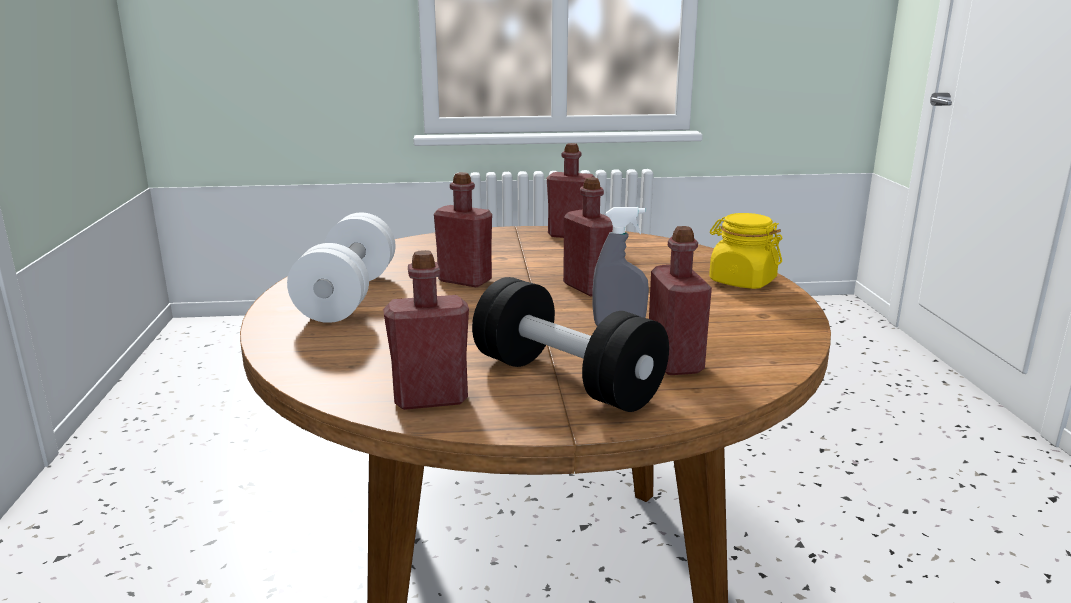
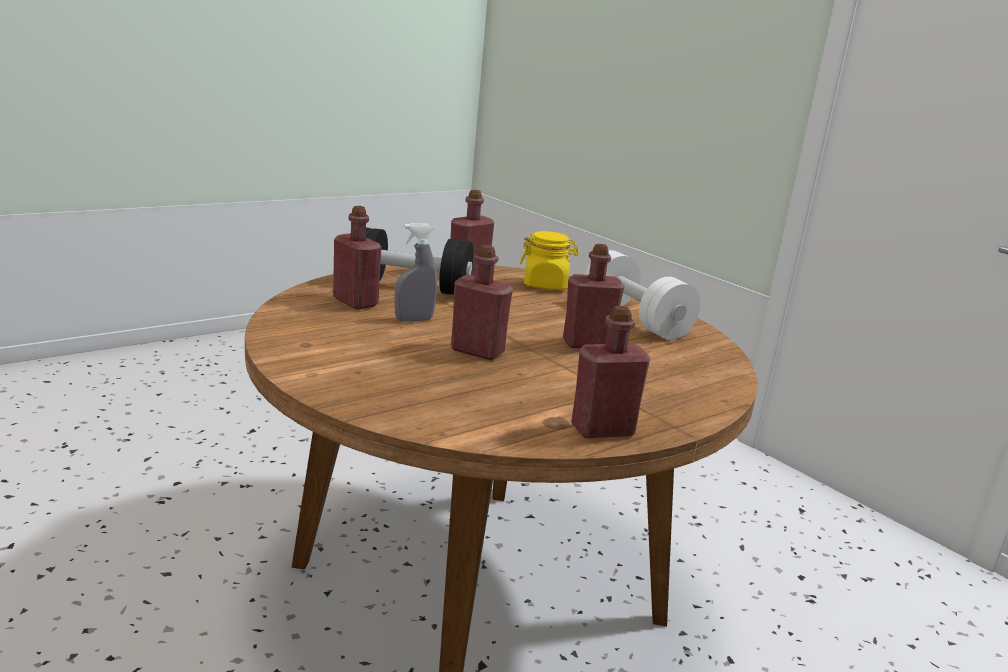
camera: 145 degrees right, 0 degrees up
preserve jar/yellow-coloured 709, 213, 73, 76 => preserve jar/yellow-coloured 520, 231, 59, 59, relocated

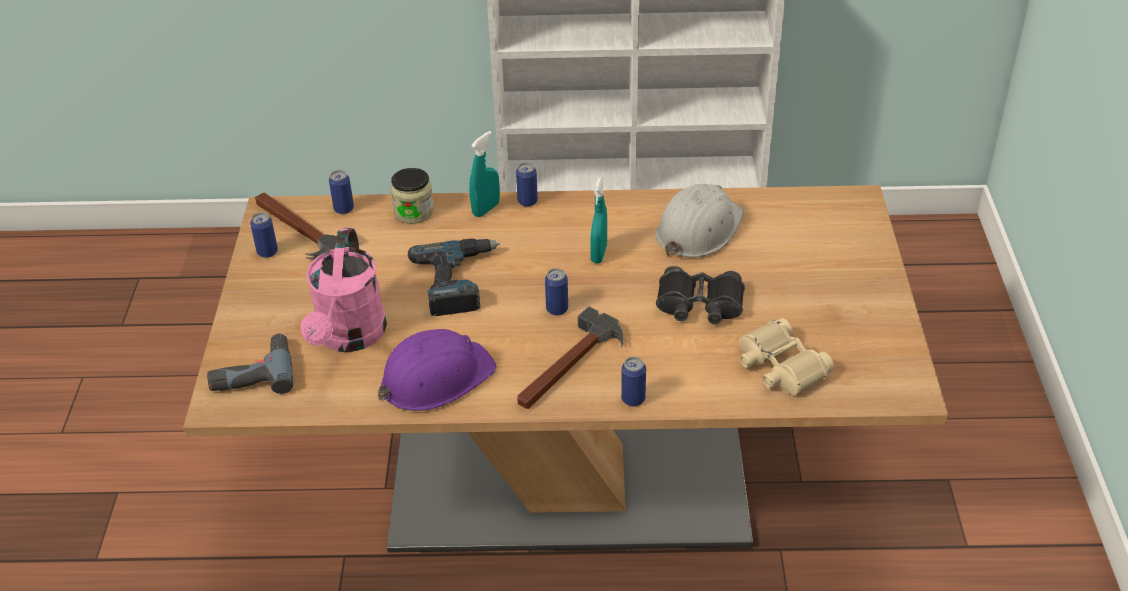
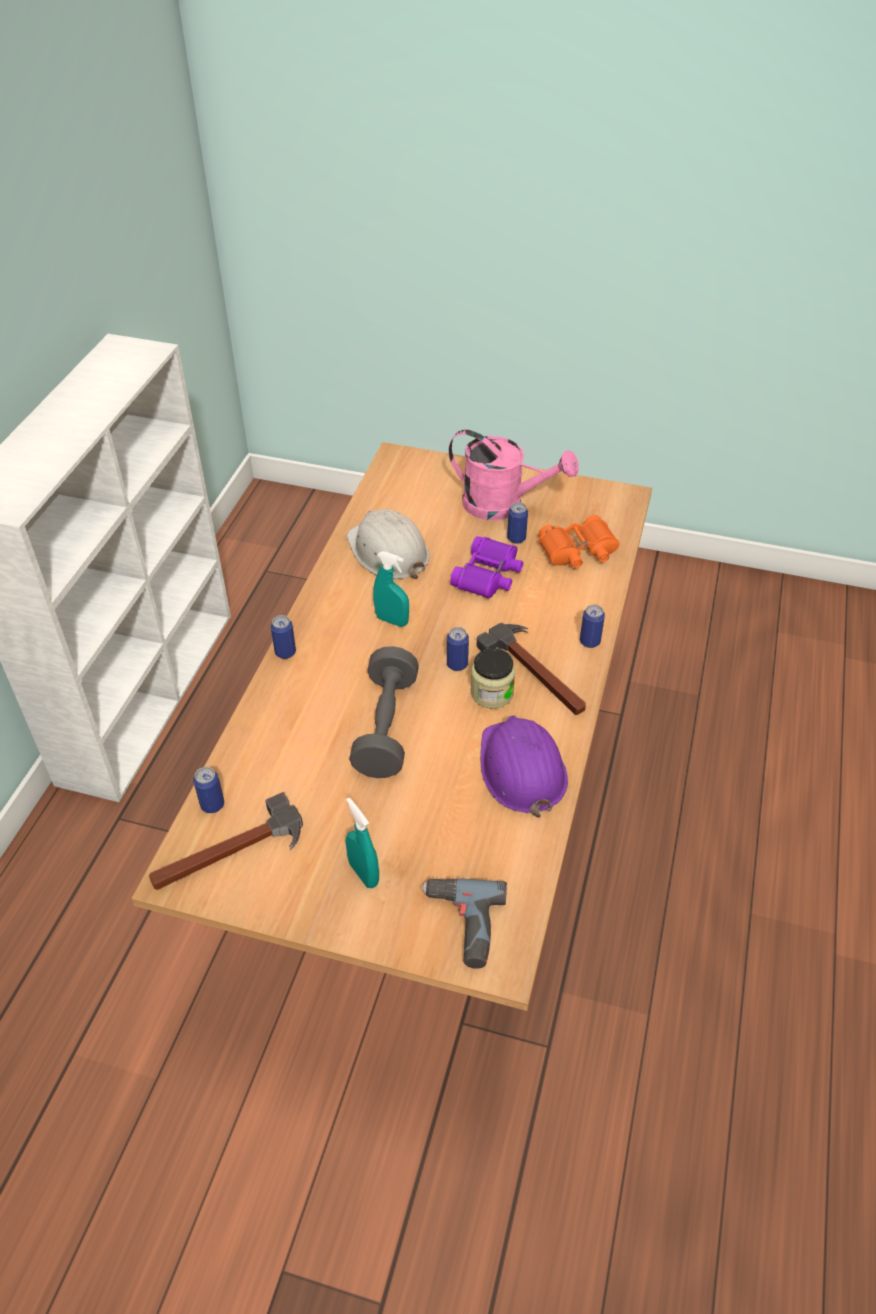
camera: 75 degrees left, 5 degrees up
metal can 250, 212, 28, 46 => metal can 507, 502, 21, 42, relocated
watering pot/pink 300, 228, 87, 124 => watering pot/pink 448, 430, 131, 90, relocated
preserve jar 391, 168, 43, 56 => preserve jar 471, 648, 44, 61, relocated
sprayer/turquoise-coloured 469, 131, 31, 86 => sprayer/turquoise-coloured 346, 797, 33, 91, relocated
power drill 408, 238, 92, 78 => free weight/grey 349, 646, 70, 132
binoculars/black-coloured 656, 266, 89, 58 => binoculars/purple 450, 536, 73, 62
binoculars/beige 739, 318, 95, 77 => binoculars/orange-coloured 538, 515, 82, 53

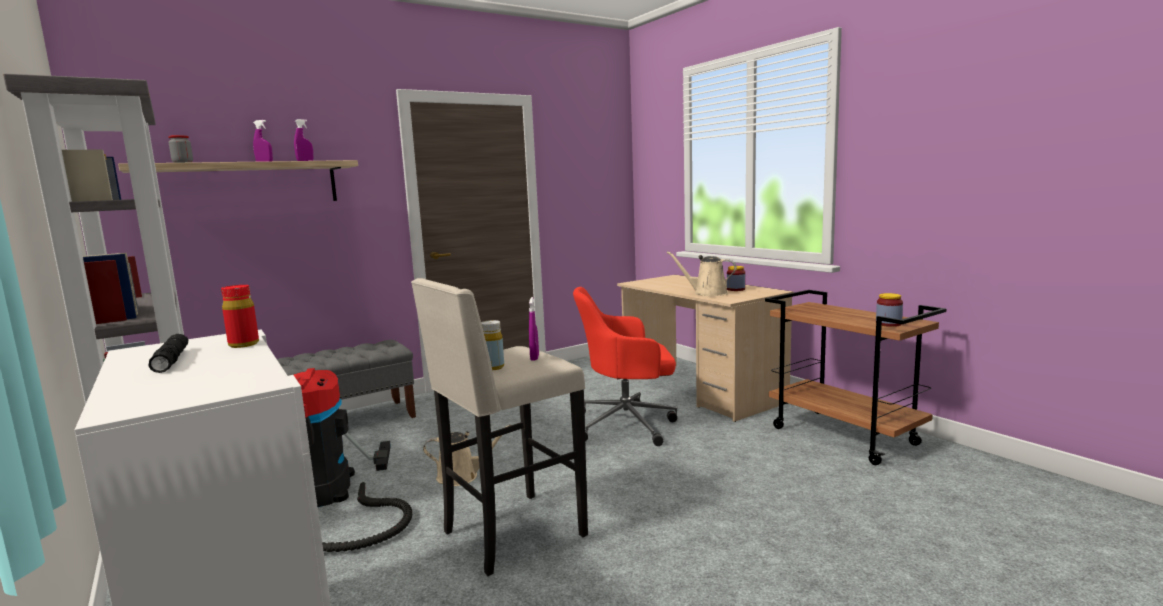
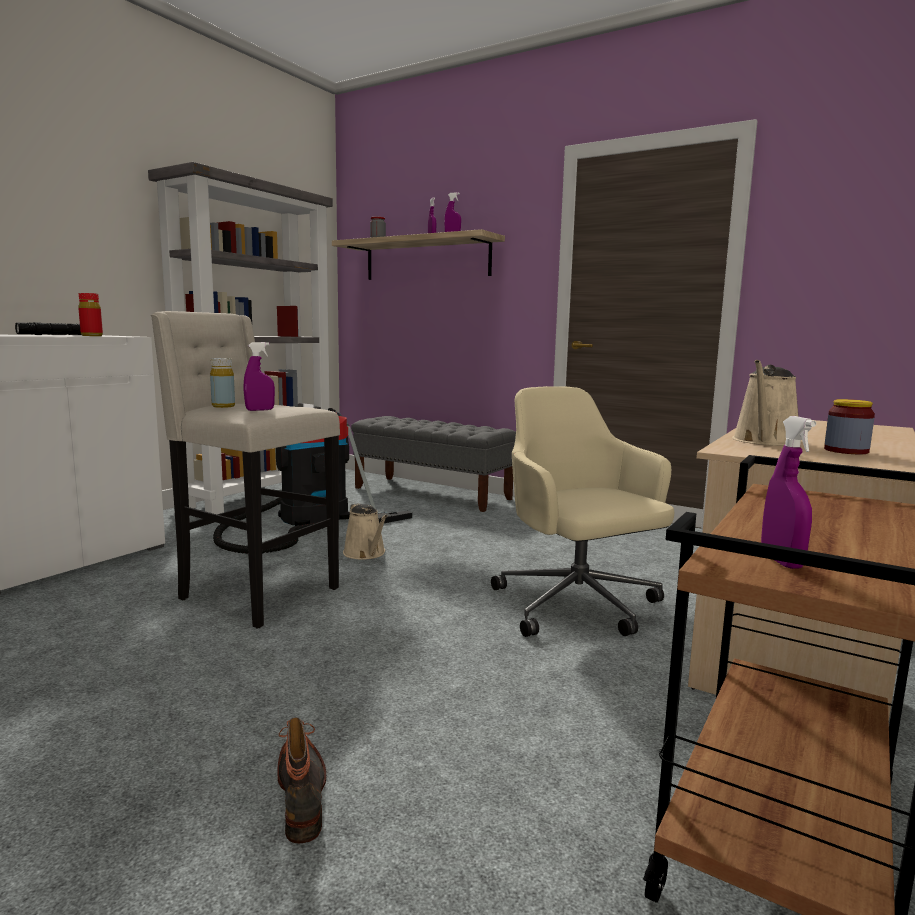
camera: 65 degrees right, 0 degrees up
nothing => tall boot 277, 717, 49, 126
preserve jar 876, 293, 27, 34 => sprayer/purple 761, 416, 55, 153
office chair/reddish 573, 287, 104, 159 => office chair/beige 491, 386, 183, 251
watering pot/beige 667, 251, 70, 45 => watering pot/beige 732, 360, 71, 86, 150 degrees counterclockwise

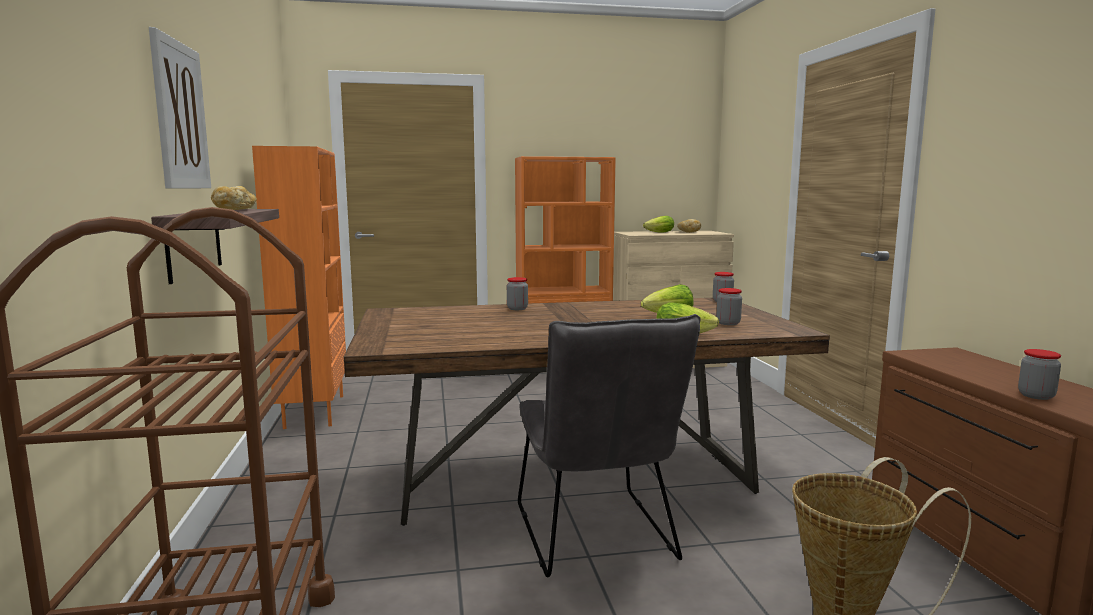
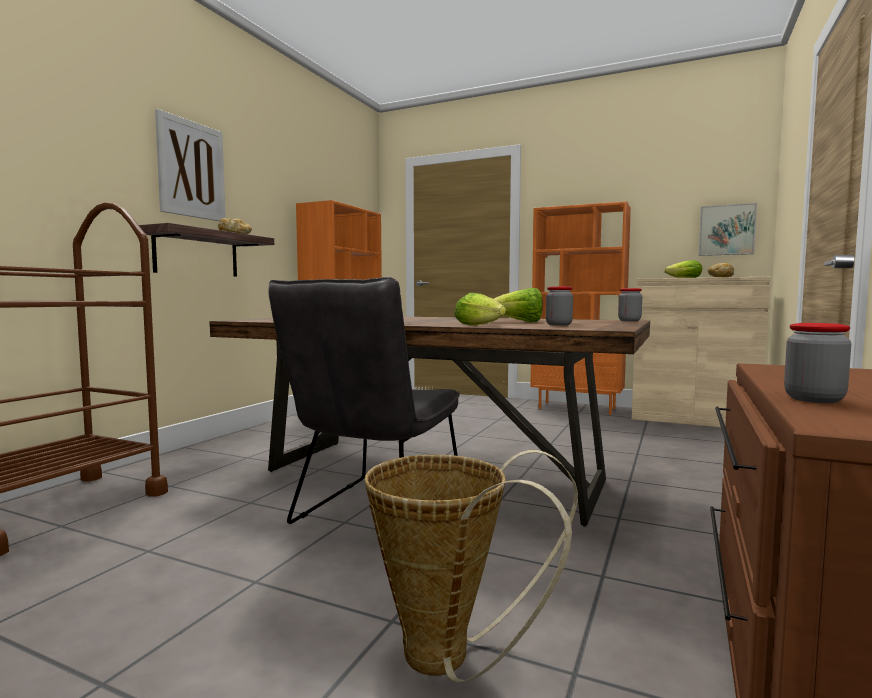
camera: 35 degrees right, 5 degrees down
preserve jar 507, 277, 21, 33 => nothing
nothing => picture 699, 203, 58, 53

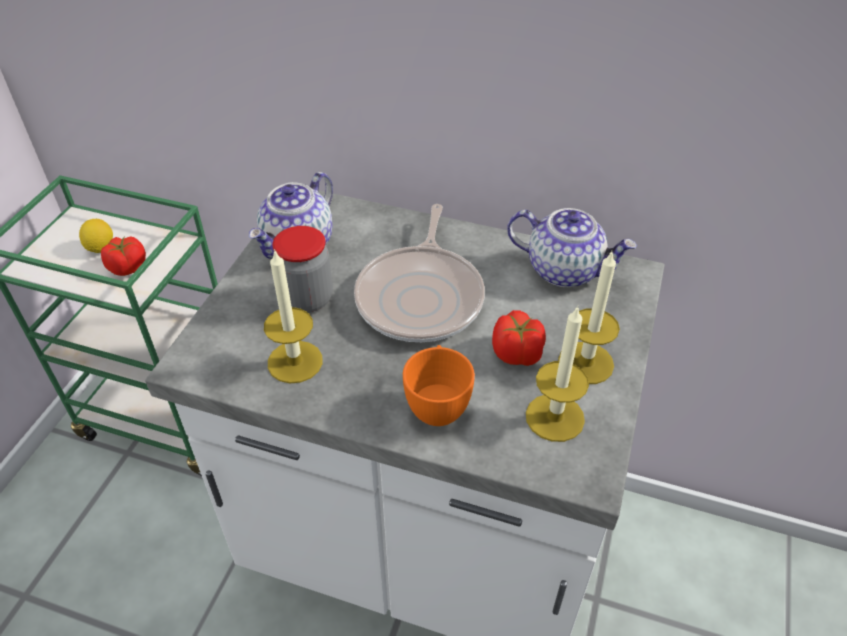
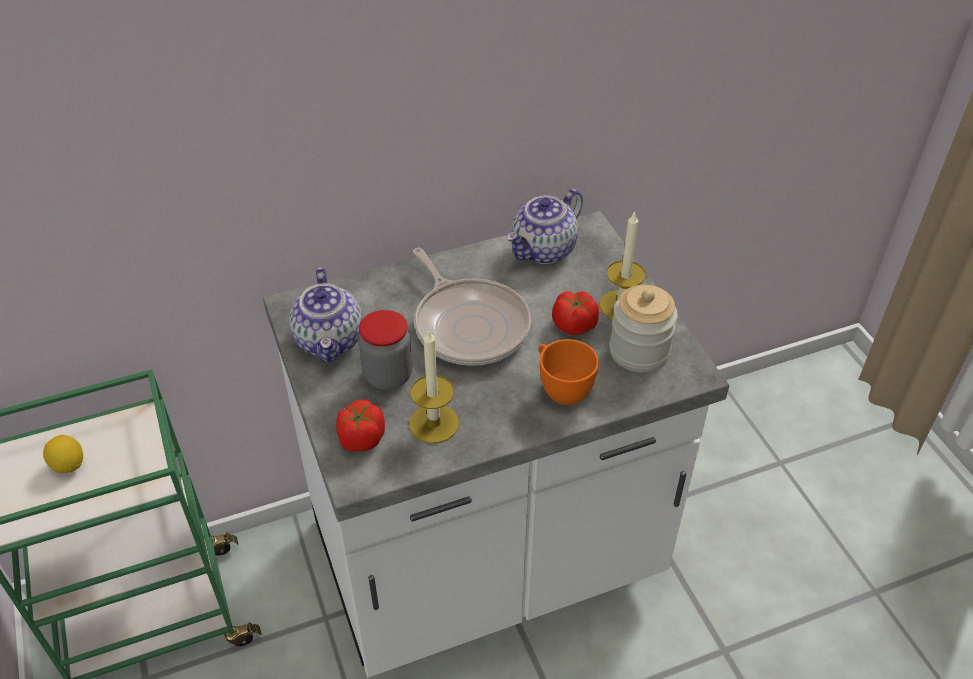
camera: 40 degrees left, 0 degrees up
whole tomato 101, 236, 45, 40 => whole tomato 336, 399, 49, 53, relocated
candle 526, 306, 63, 136 => preserve jar 609, 285, 69, 87
tea pot 507, 208, 130, 79 => tea pot 506, 189, 77, 75, 150 degrees clockwise

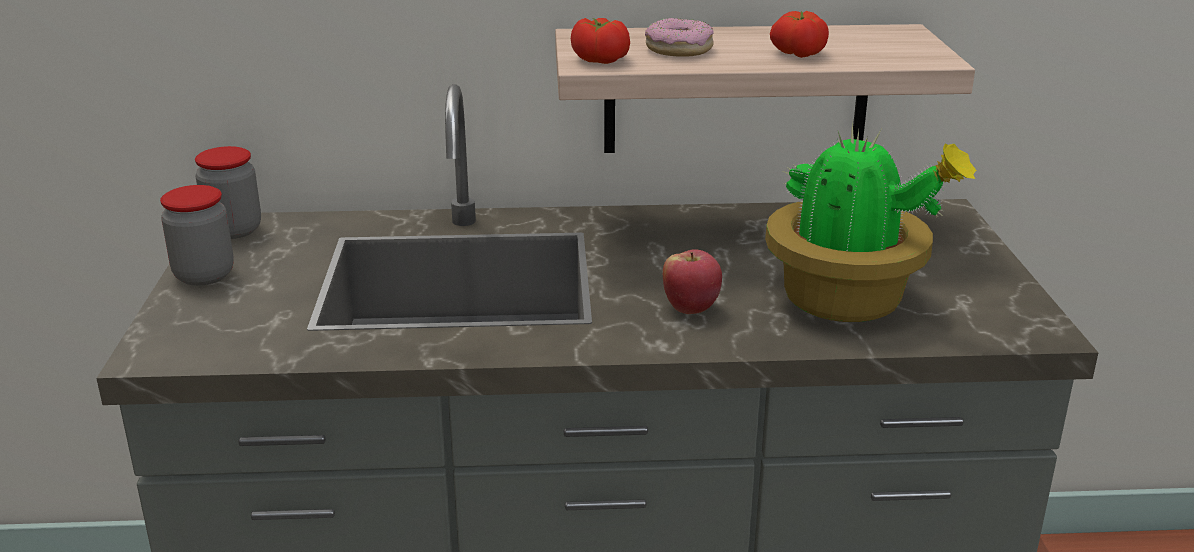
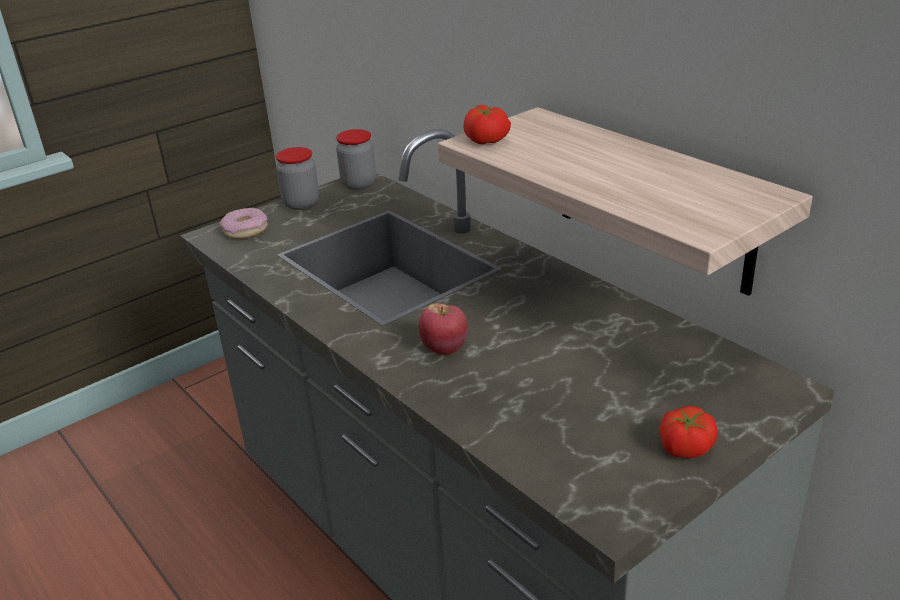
camera: 55 degrees right, 5 degrees up
plant in a pot 765, 121, 211, 201 => nothing
ring doughnut 645, 18, 69, 39 => ring doughnut 220, 208, 48, 31, relocated
whole tomato 770, 11, 59, 47 => whole tomato 660, 406, 58, 52, relocated

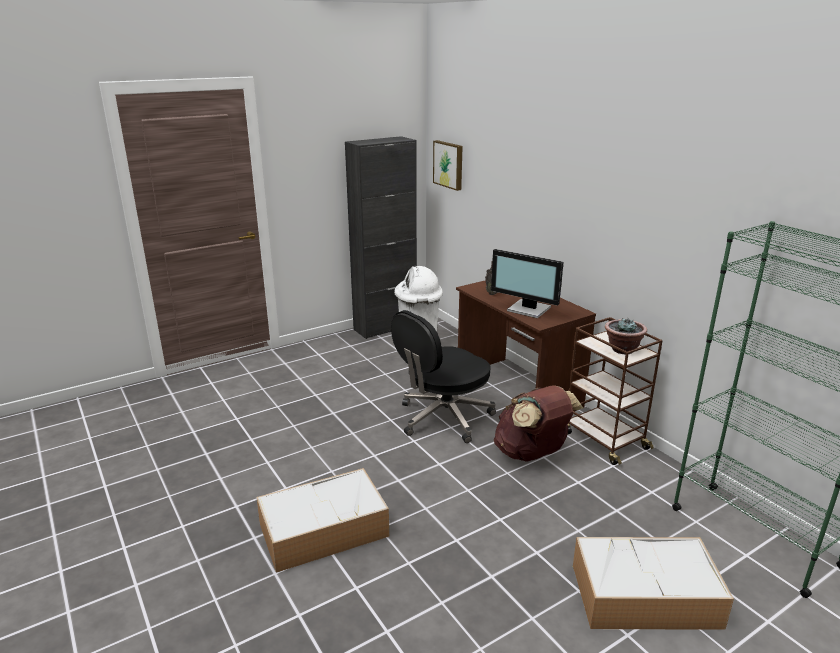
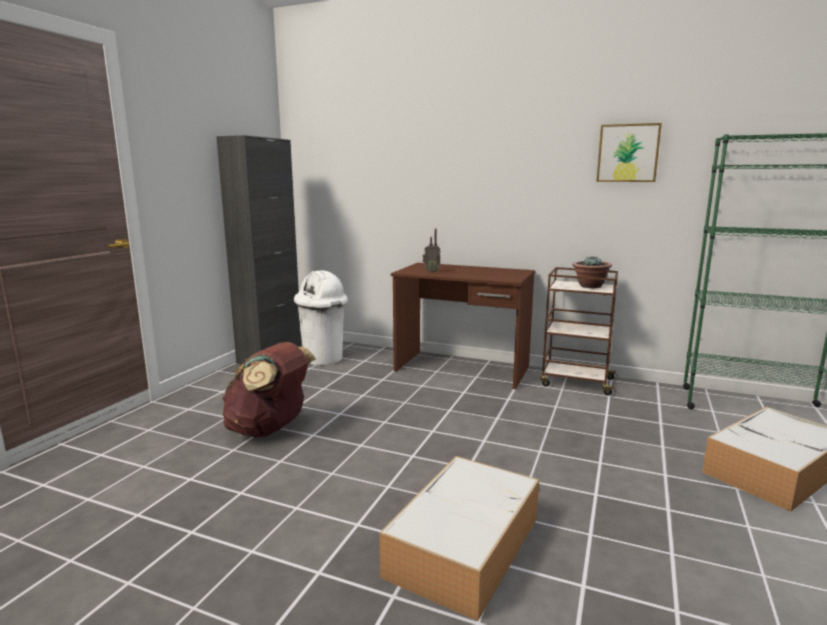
camera: 35 degrees left, 10 degrees down
office chair/black-coloured 391, 310, 105, 133 => nothing
monitor 491, 249, 73, 69 => nothing
picture 433, 140, 30, 51 => picture 596, 123, 66, 59, relocated
backpack/brown-coloured 494, 385, 89, 76 => backpack/brown-coloured 222, 342, 94, 95, relocated

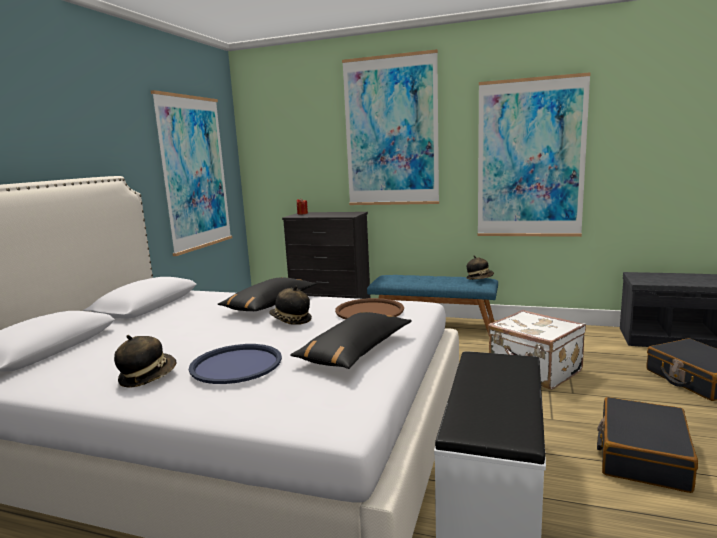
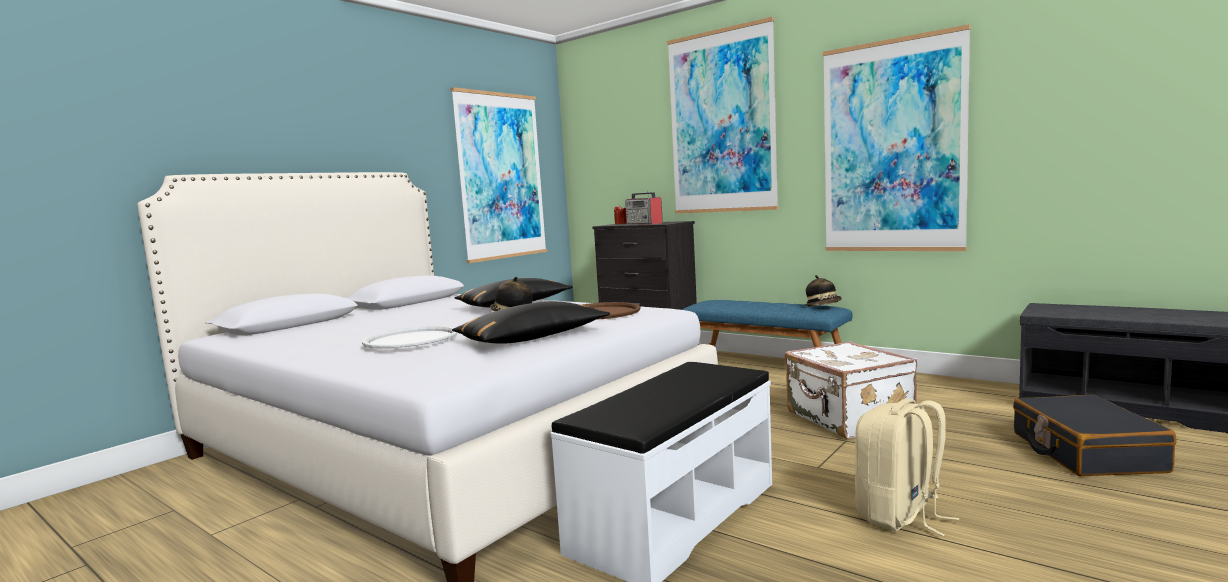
camera: 20 degrees right, 5 degrees down
clothing hat 114, 335, 63, 53 => nothing
nothing => radio receiver 625, 191, 38, 33
piece of luggage/black-coloured 597, 397, 101, 96 => backpack/beige 855, 399, 104, 137
serving tray/bluish 189, 344, 93, 40 => serving tray/whitish 362, 326, 95, 23

